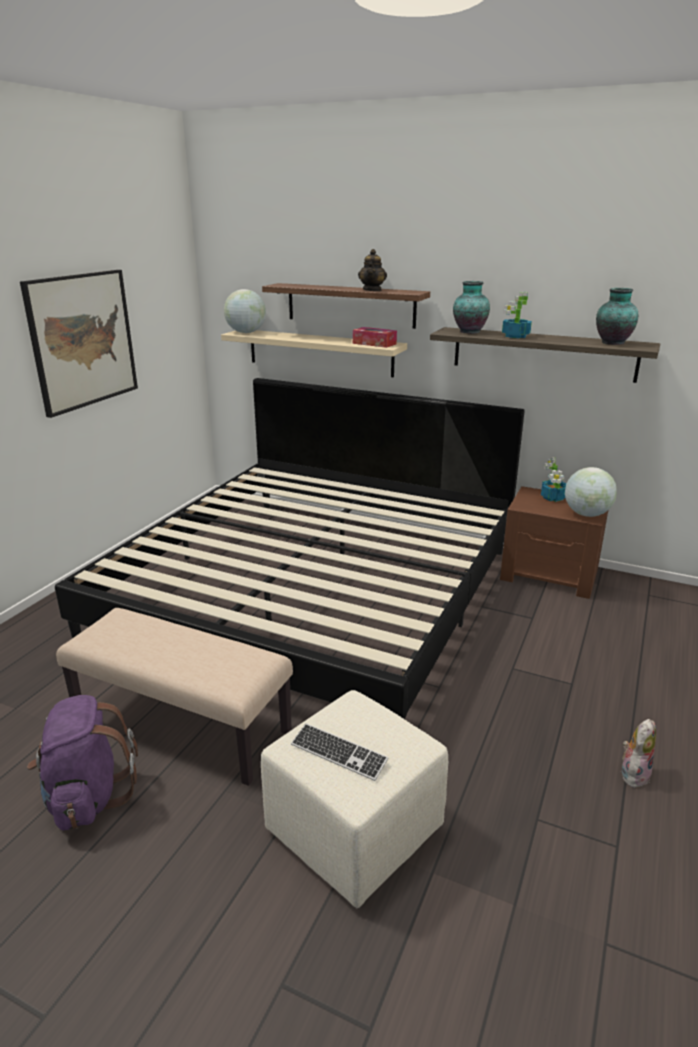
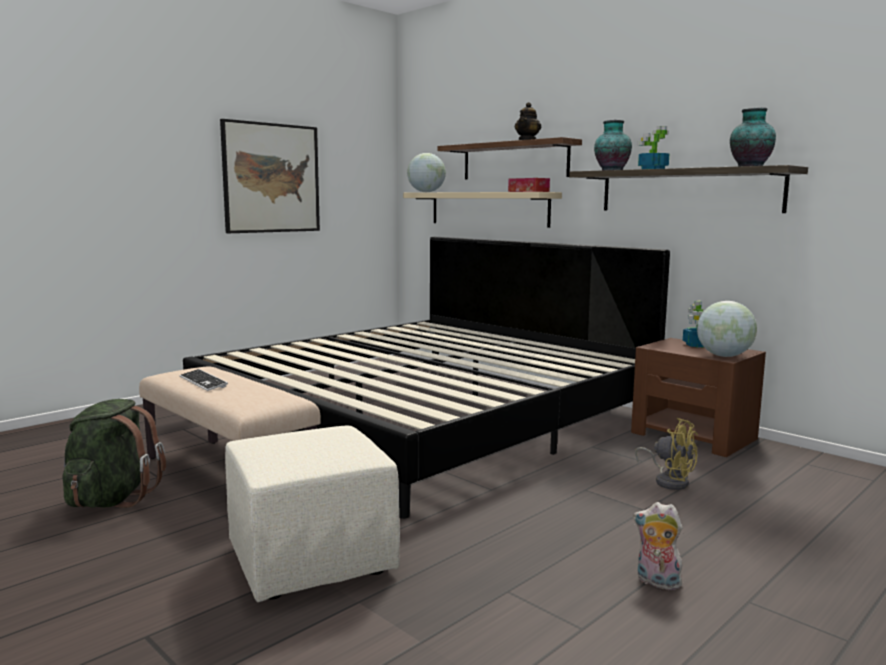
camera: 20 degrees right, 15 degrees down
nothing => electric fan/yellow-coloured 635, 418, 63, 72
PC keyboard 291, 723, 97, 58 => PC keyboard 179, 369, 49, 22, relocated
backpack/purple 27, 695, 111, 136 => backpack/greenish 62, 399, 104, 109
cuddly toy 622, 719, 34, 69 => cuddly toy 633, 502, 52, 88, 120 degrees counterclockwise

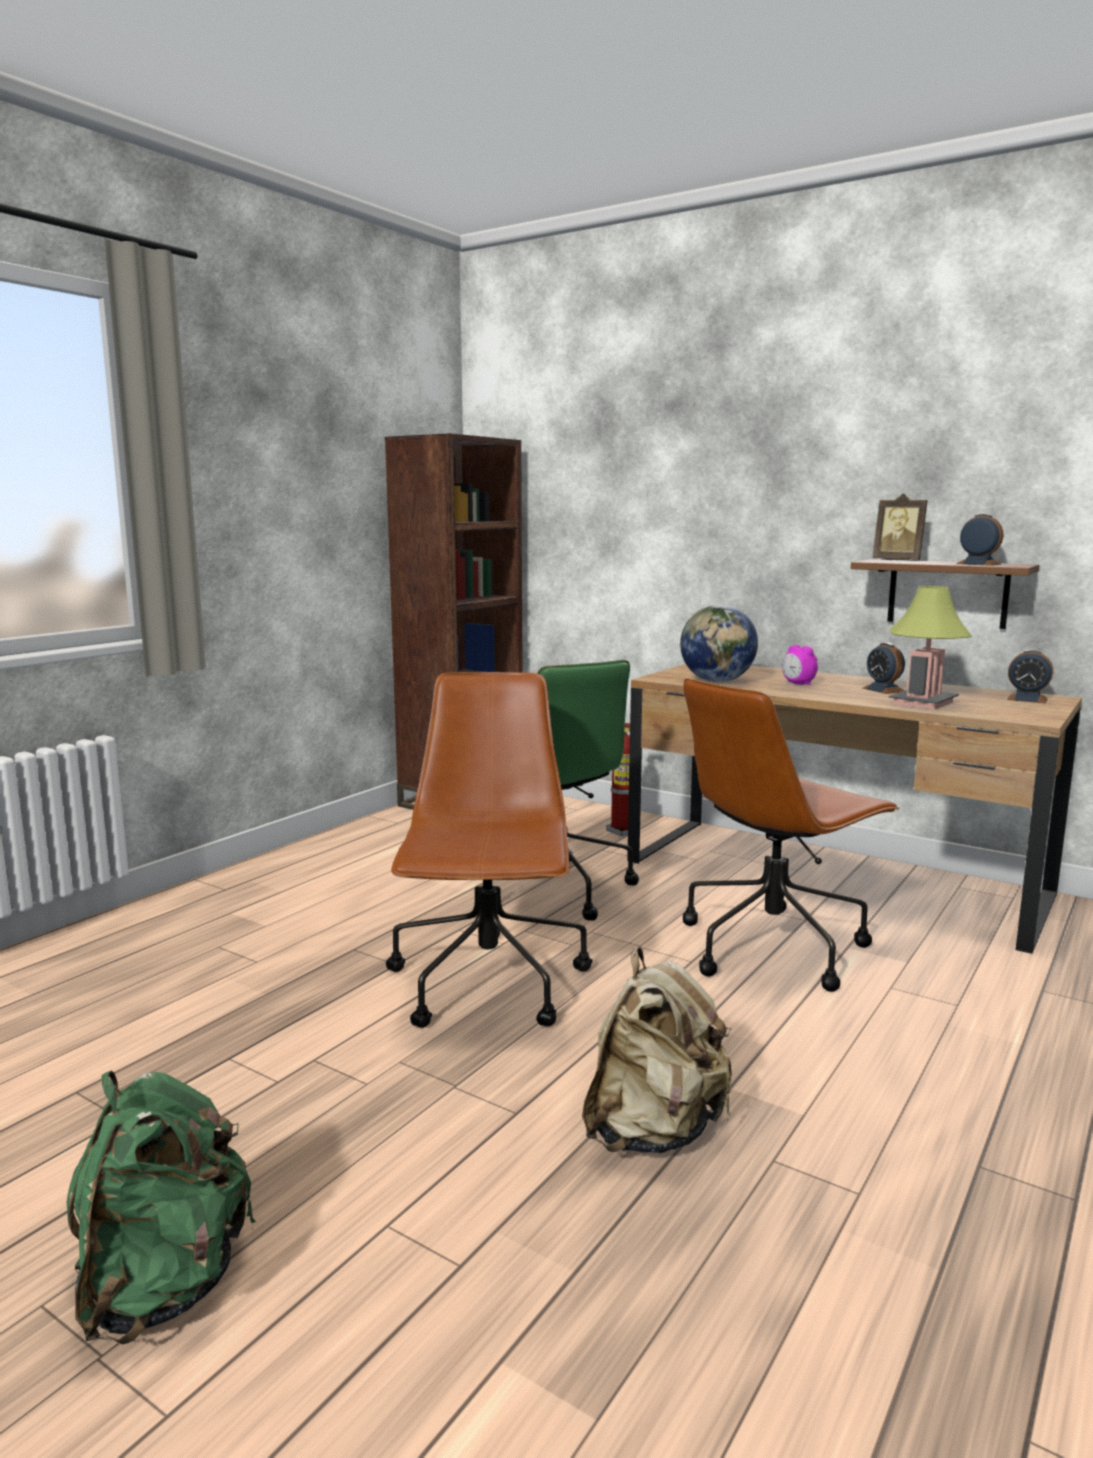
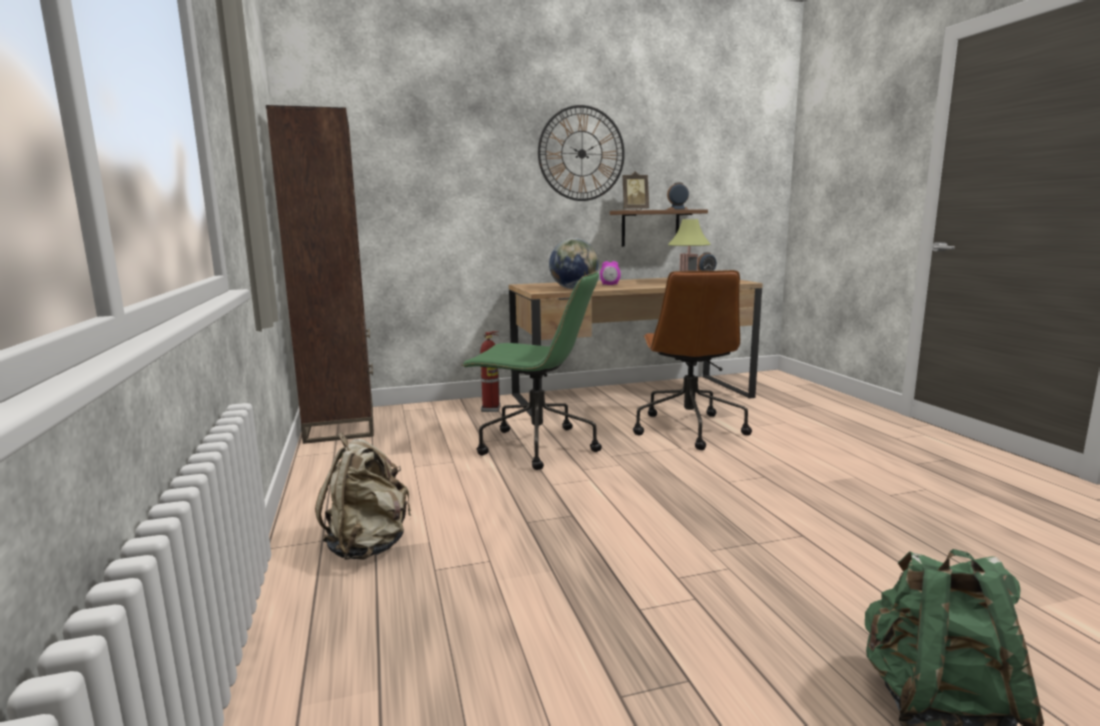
camera: 50 degrees left, 0 degrees up
office chair/brown-coloured 386, 672, 206, 356 => nothing
bedside clock 862, 643, 43, 51 => nothing
nothing => hanging clock 538, 105, 87, 96
backpack/beige 582, 947, 150, 206 => backpack/beige 315, 433, 96, 127, relocated

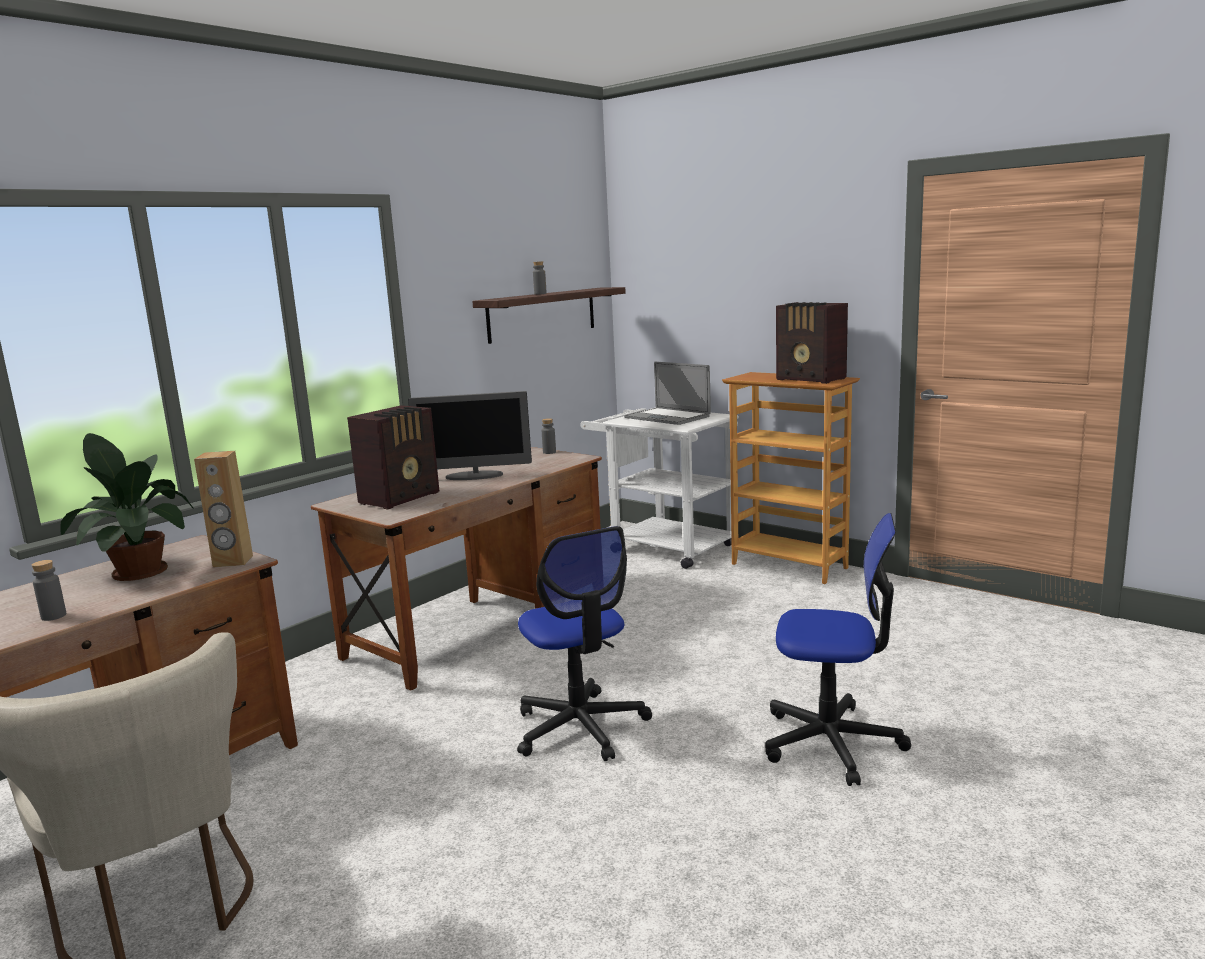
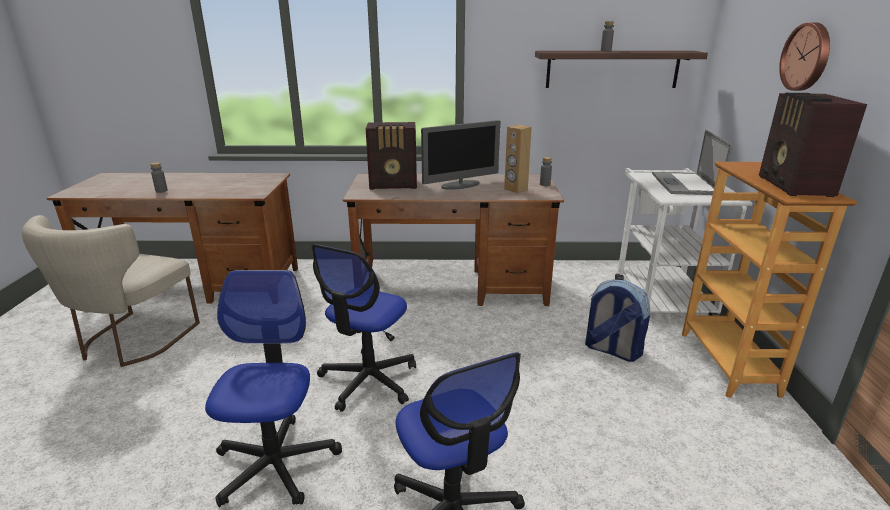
camera: 50 degrees right, 10 degrees up
plant in a pot 61, 433, 133, 148 => nothing
nothing => office chair 205, 270, 137, 237
nothing => backpack 585, 279, 65, 83
nothing => hanging clock 779, 22, 51, 69
loudspeaker/brown-coloured 194, 451, 59, 116 => loudspeaker/brown-coloured 504, 125, 27, 69, relocated
monitor 408, 391, 124, 89 => monitor 421, 120, 79, 70, 75 degrees counterclockwise

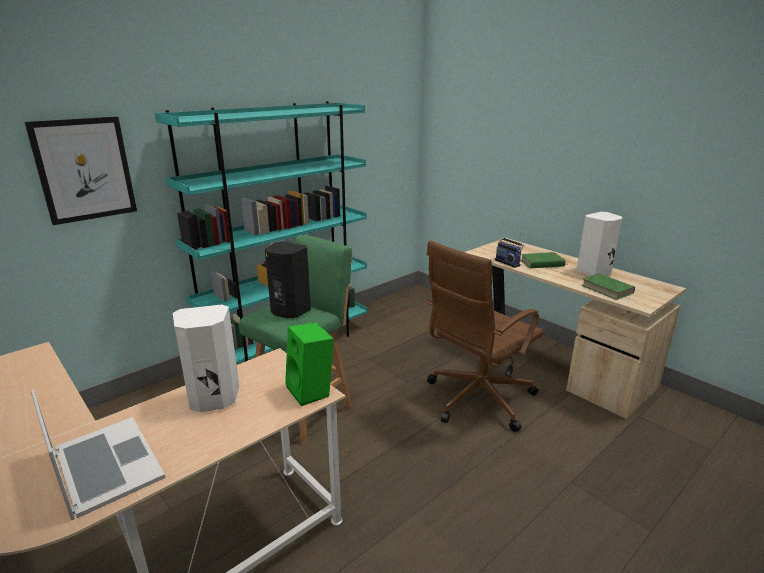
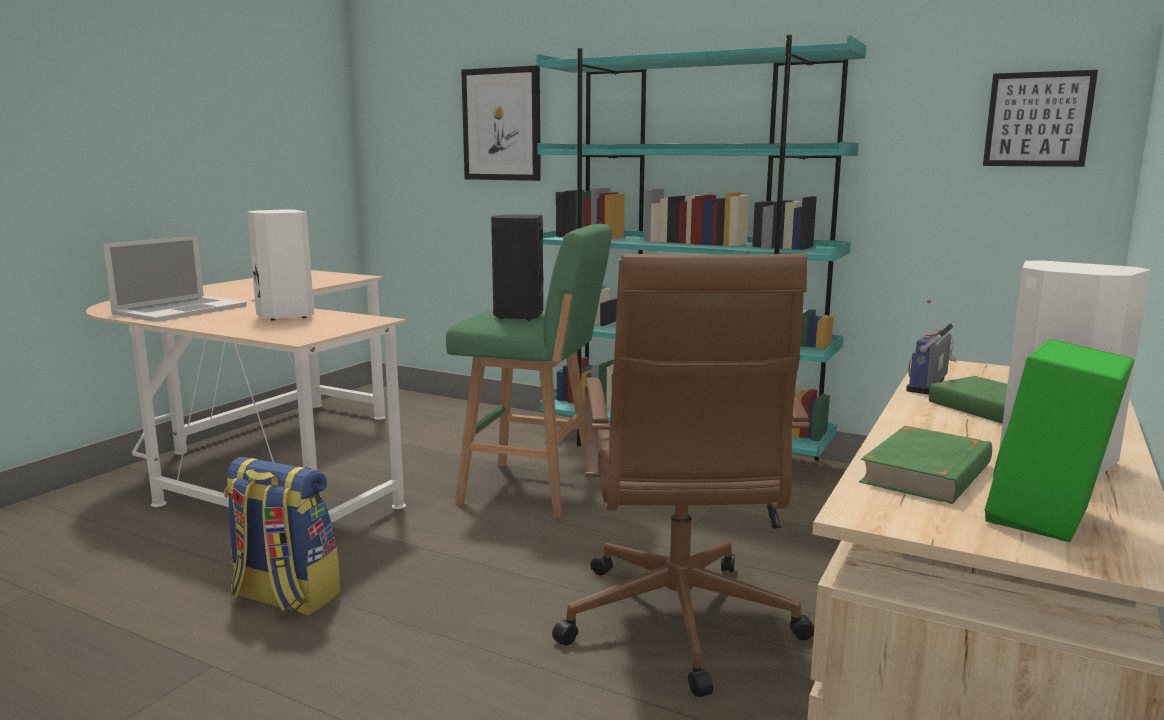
camera: 70 degrees right, 10 degrees down
nothing => backpack 224, 457, 116, 159
nothing => picture 983, 70, 115, 97
loudspeaker/greenish 285, 322, 49, 84 => loudspeaker/greenish 984, 339, 150, 203, relocated
office chair/brown-coloured 426, 240, 118, 192 => office chair/brown-coloured 552, 254, 262, 443, 120 degrees counterclockwise

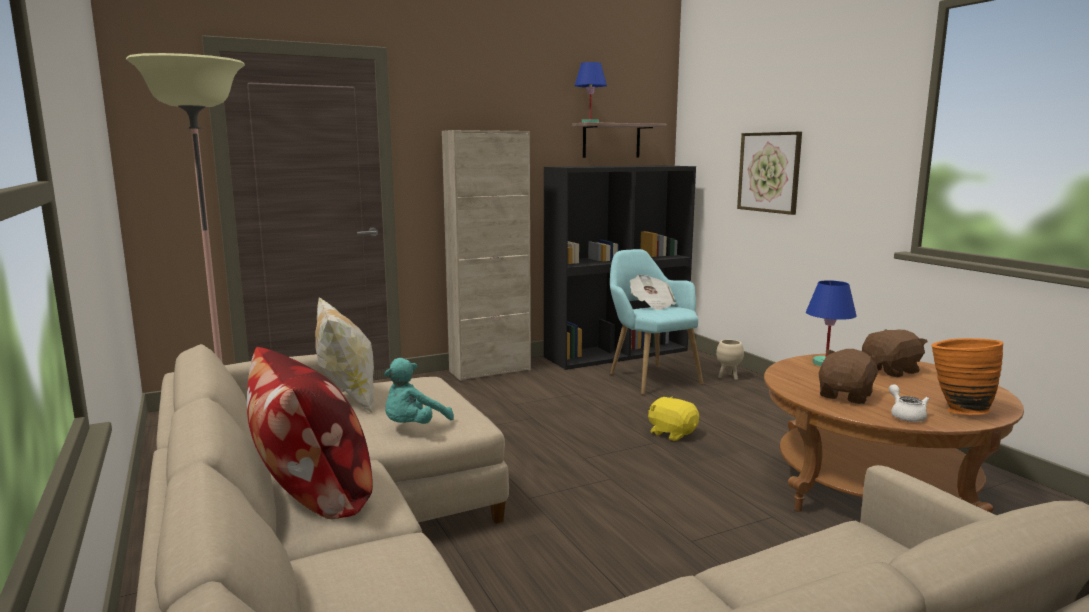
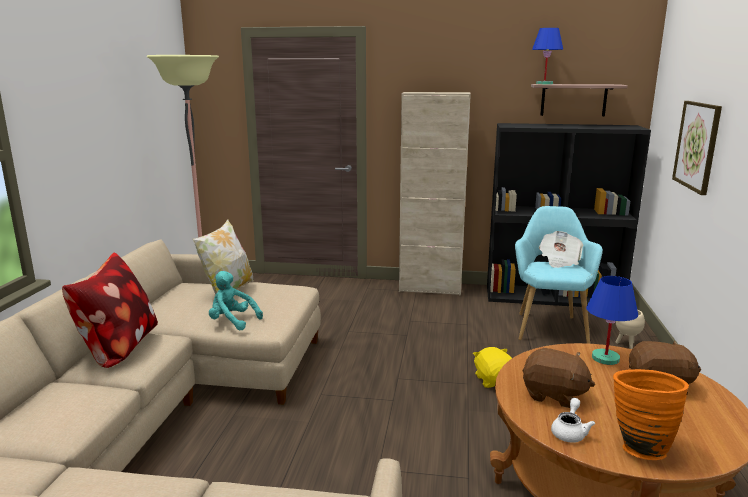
camera: 35 degrees right, 5 degrees up
cuddly toy/turquoise-coloured 384, 358, 70, 66 => cuddly toy/turquoise-coloured 209, 271, 54, 59, 45 degrees clockwise
cuddly toy/brown-coloured 819, 349, 63, 55 => cuddly toy/brown-coloured 522, 348, 73, 60, 45 degrees clockwise

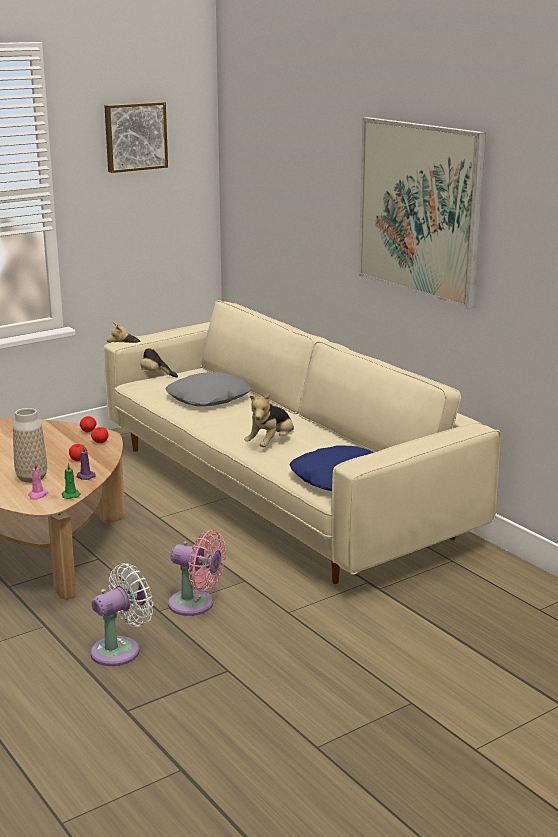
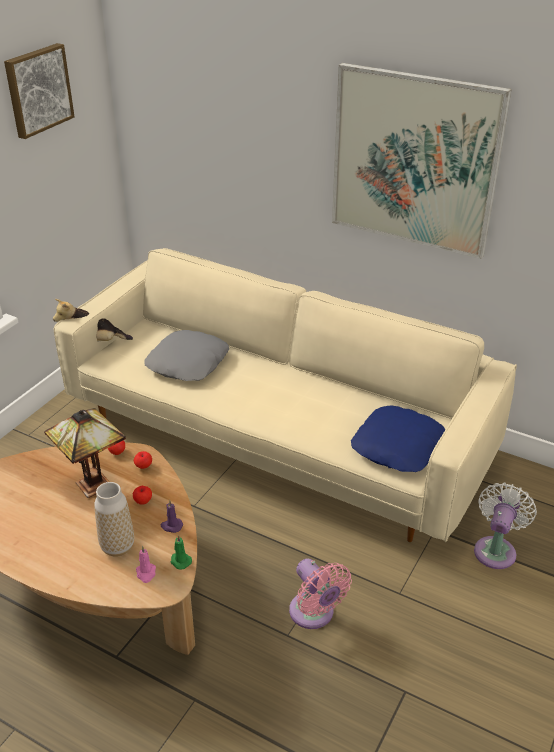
camera: 25 degrees left, 15 degrees up
cuddly toy 244, 393, 50, 54 => nothing
nothing => lamp for a table 44, 408, 82, 90
electric fan/whitish 91, 563, 62, 103 => electric fan/whitish 474, 482, 63, 87, relocated
electric fan/pink 168, 530, 58, 86 => electric fan/pink 289, 558, 63, 71, 60 degrees clockwise

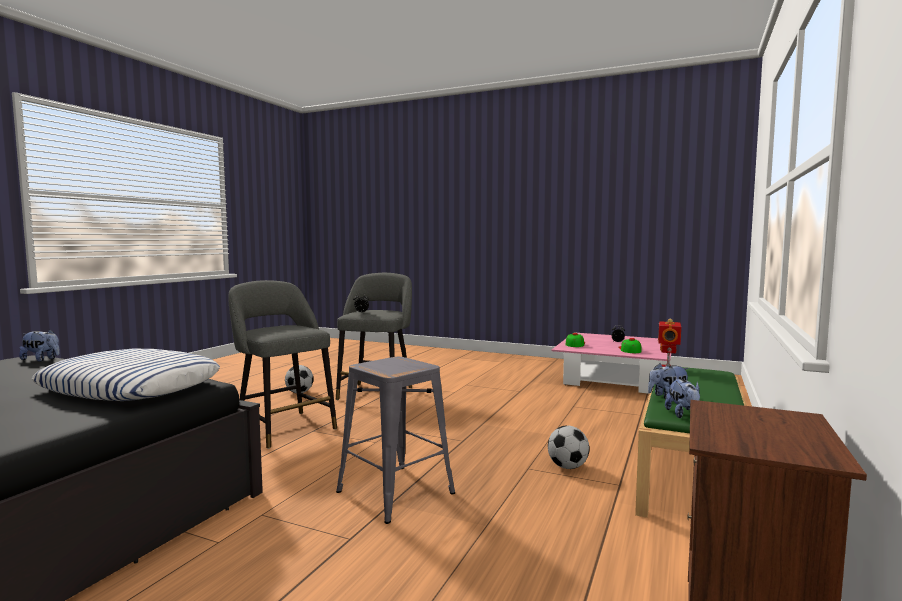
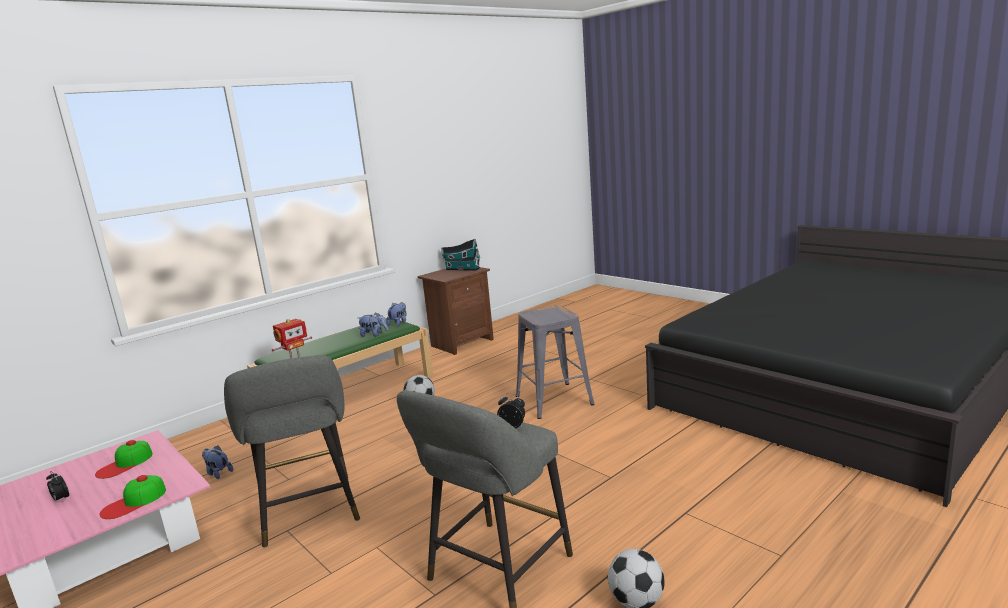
camera: 155 degrees left, 10 degrees up
pillow 31, 348, 189, 53 => nothing
nothing => miniature house 441, 239, 39, 32
cuddly toy 19, 329, 41, 33 => cuddly toy 202, 445, 31, 34, relocated
stool seat/grey 228, 280, 109, 169 => stool seat/grey 224, 355, 136, 193, relocated

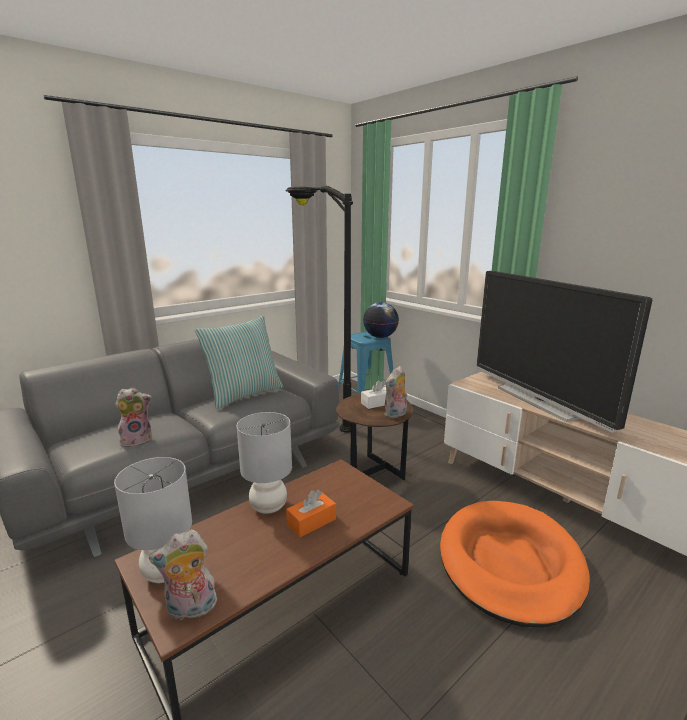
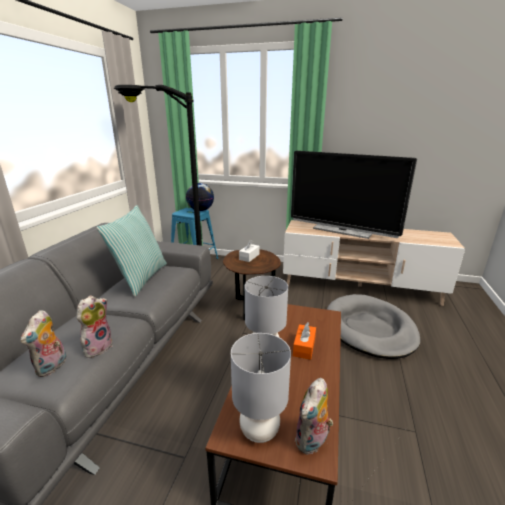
camera: 35 degrees left, 5 degrees up
cuddly toy 385, 366, 22, 53 => cuddly toy 21, 310, 45, 67, relocated
dog cushion/orange-coloured 440, 501, 150, 127 => dog cushion/grey 327, 294, 93, 65

